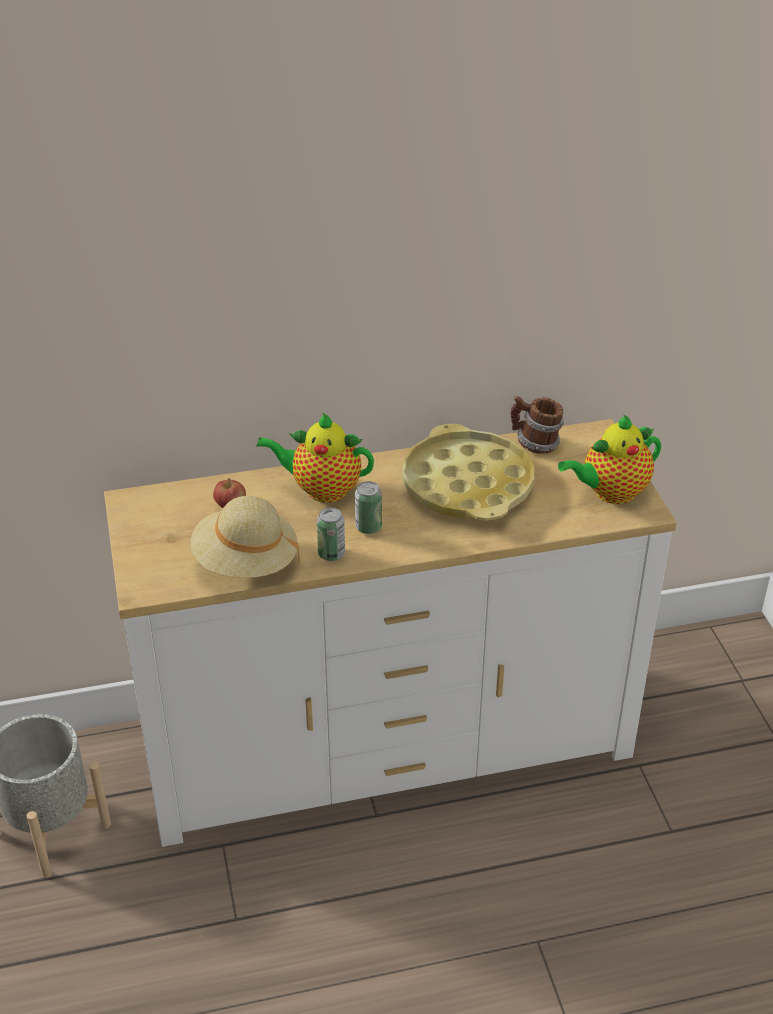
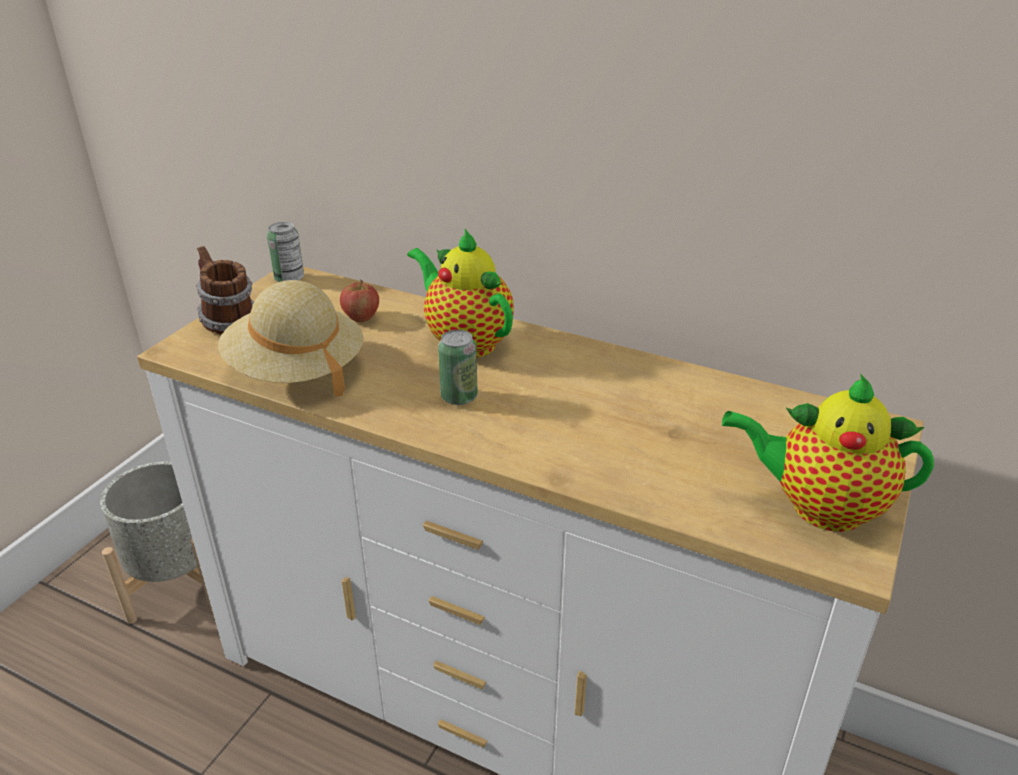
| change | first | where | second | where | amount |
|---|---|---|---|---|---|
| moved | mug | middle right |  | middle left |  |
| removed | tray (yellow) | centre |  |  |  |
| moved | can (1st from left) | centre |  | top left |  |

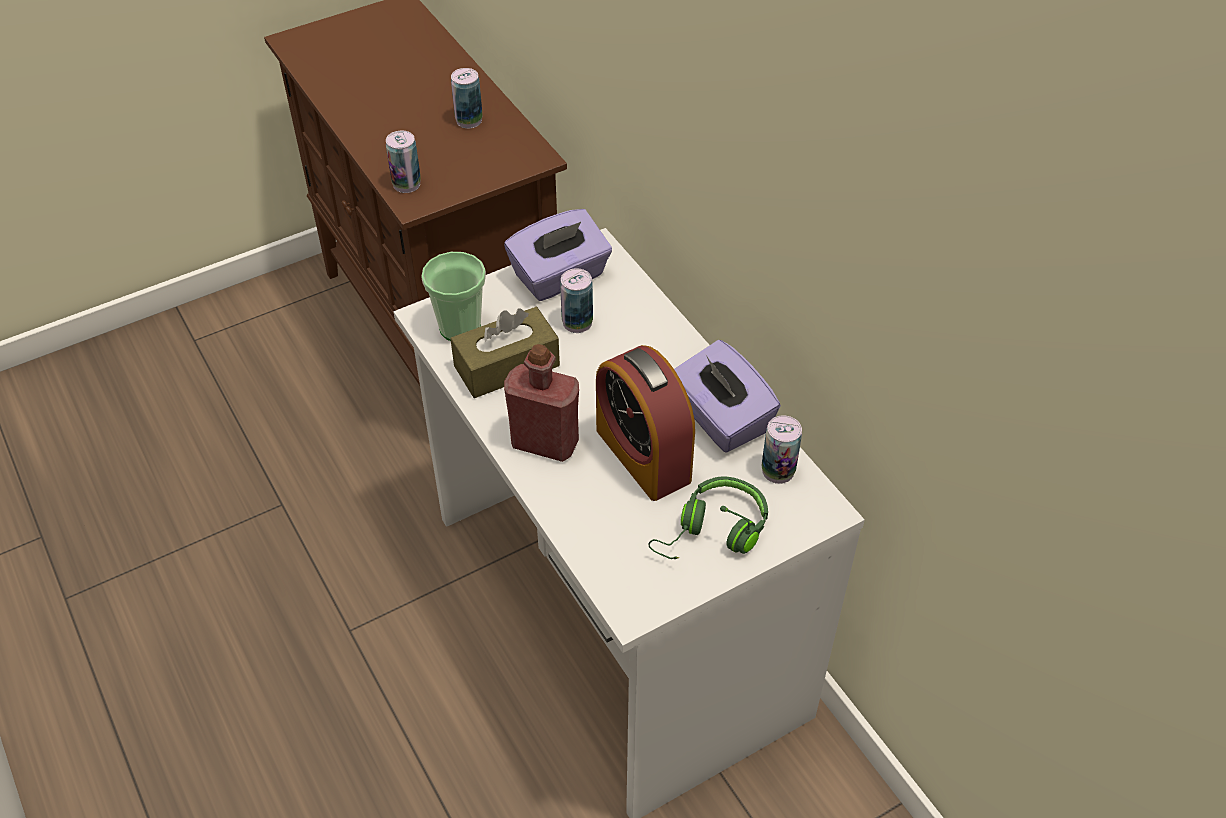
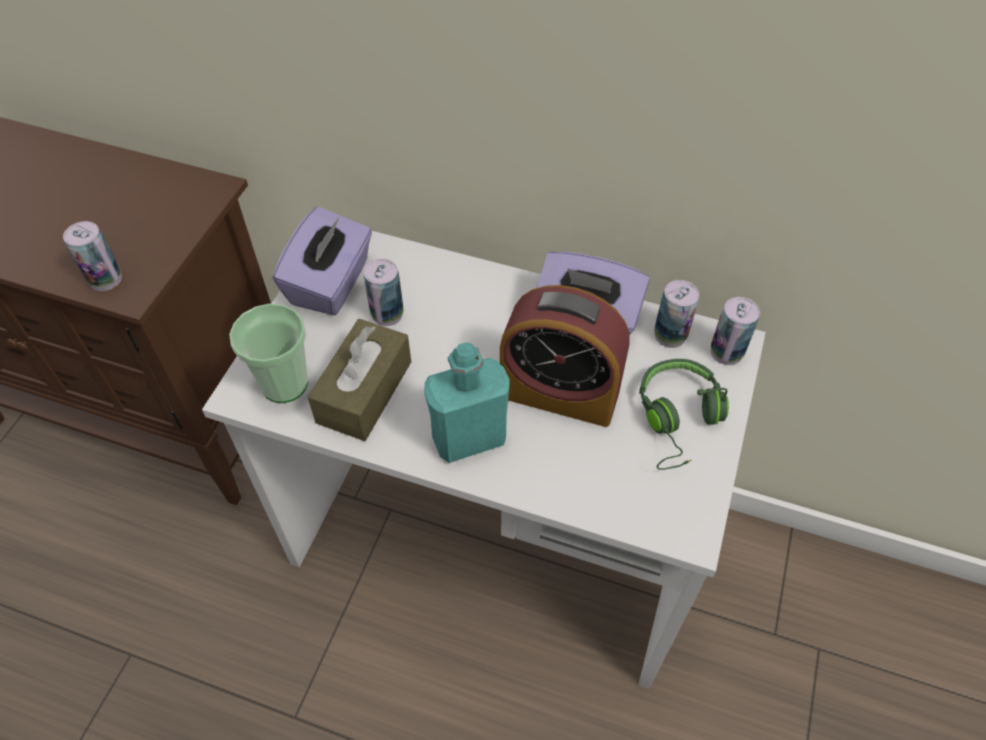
| change | first | where | second | where | amount |
|---|---|---|---|---|---|
| moved | can (2nd from left in the first image) | top centre | can (4th from left) | middle right |  |
| recoloured | bottle (red) | centre | bottle (turquoise) | centre |  |

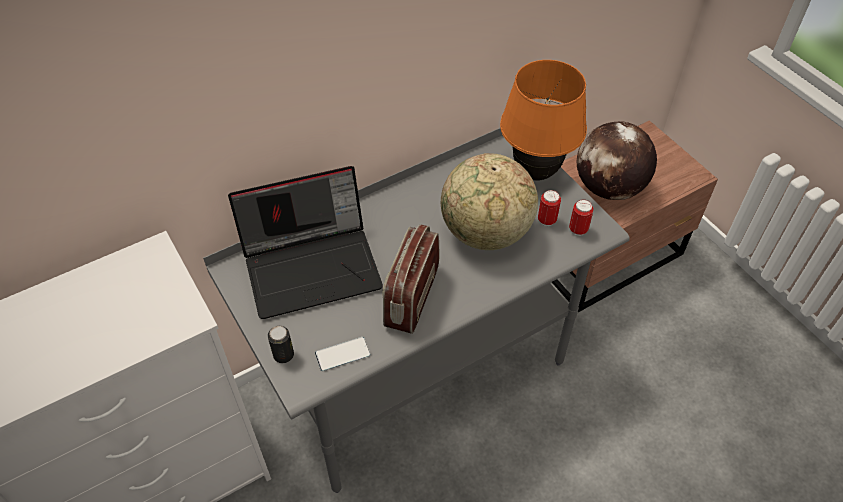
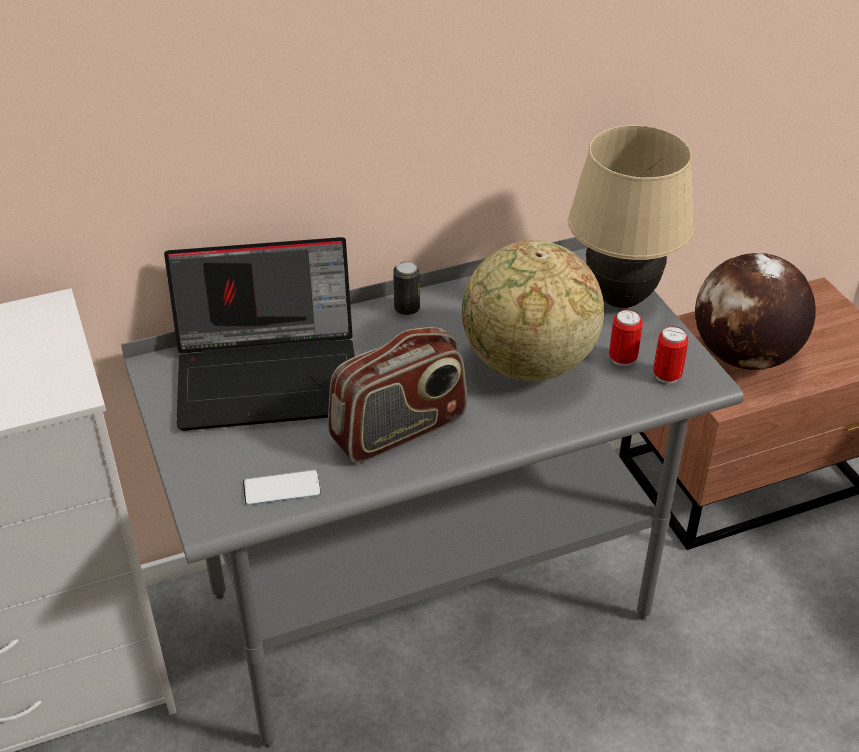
| change | first | where | second | where | amount |
|---|---|---|---|---|---|
| recoloured | table lamp (orange) | top centre | table lamp (beige) | top right |  |
| turned | radio | centre |  | centre | 150 degrees counterclockwise |
| moved | can (1st from left) | bottom centre |  | centre |  |

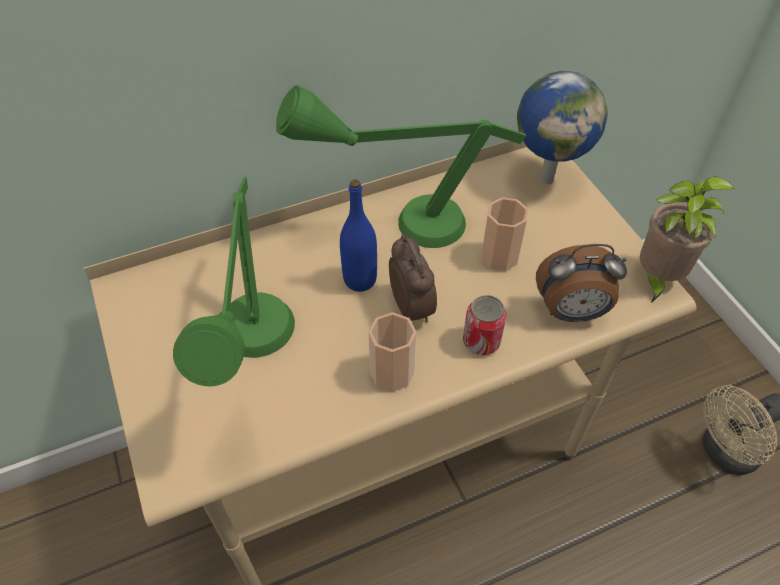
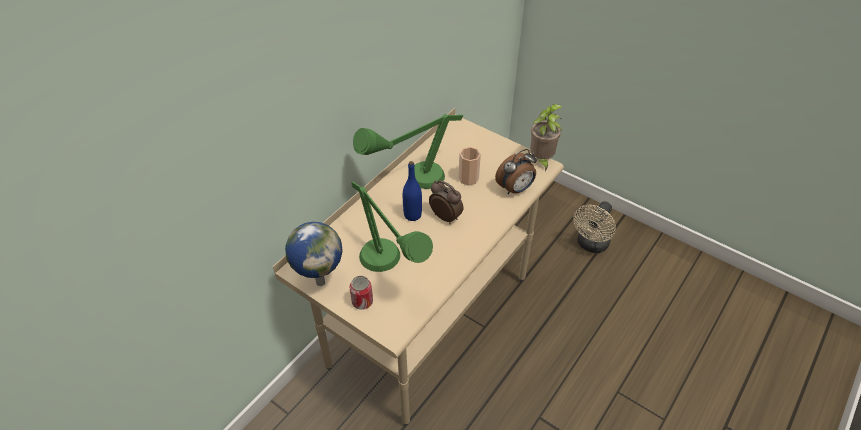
| change | first | where | second | where | amount |
|---|---|---|---|---|---|
| moved | globe | top right |  | centre |  |
| moved | can | centre |  | bottom centre |  |
| removed | cup (1st from left) | centre |  |  |  |

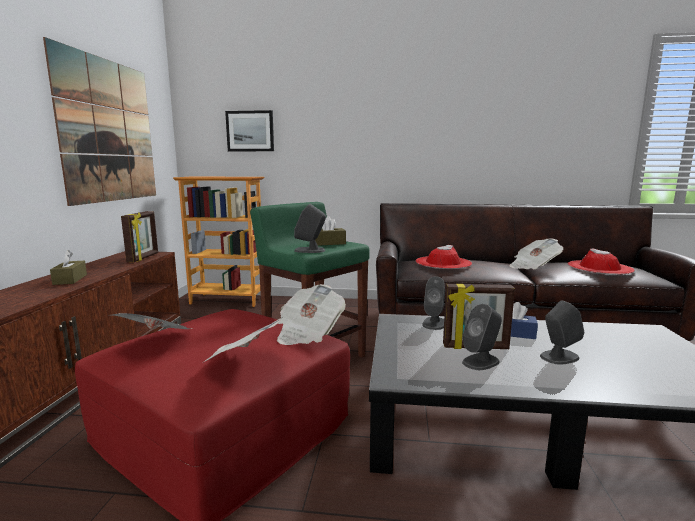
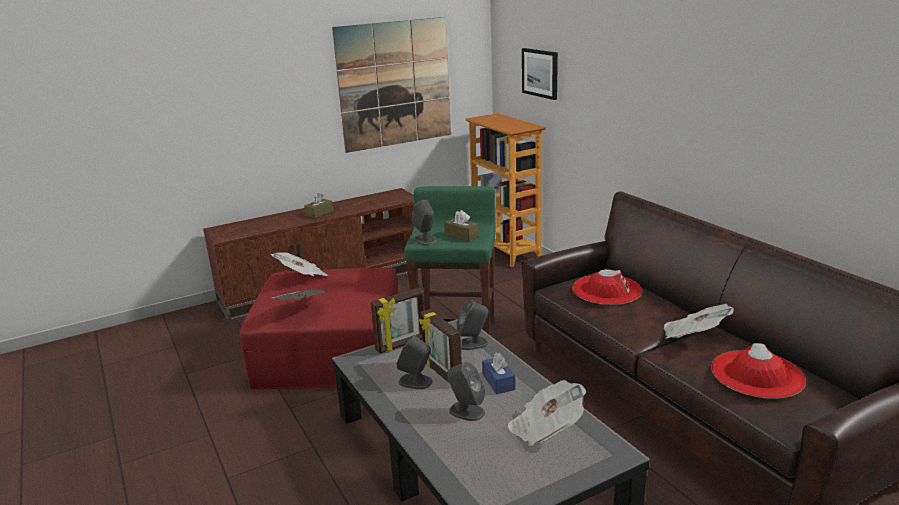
| change | first | where | second | where | amount |
|---|---|---|---|---|---|
| moved | picture frame (1st from left) | middle left |  | centre |  |
| moved | newspaper (3rd from left) | centre |  | bottom centre |  |

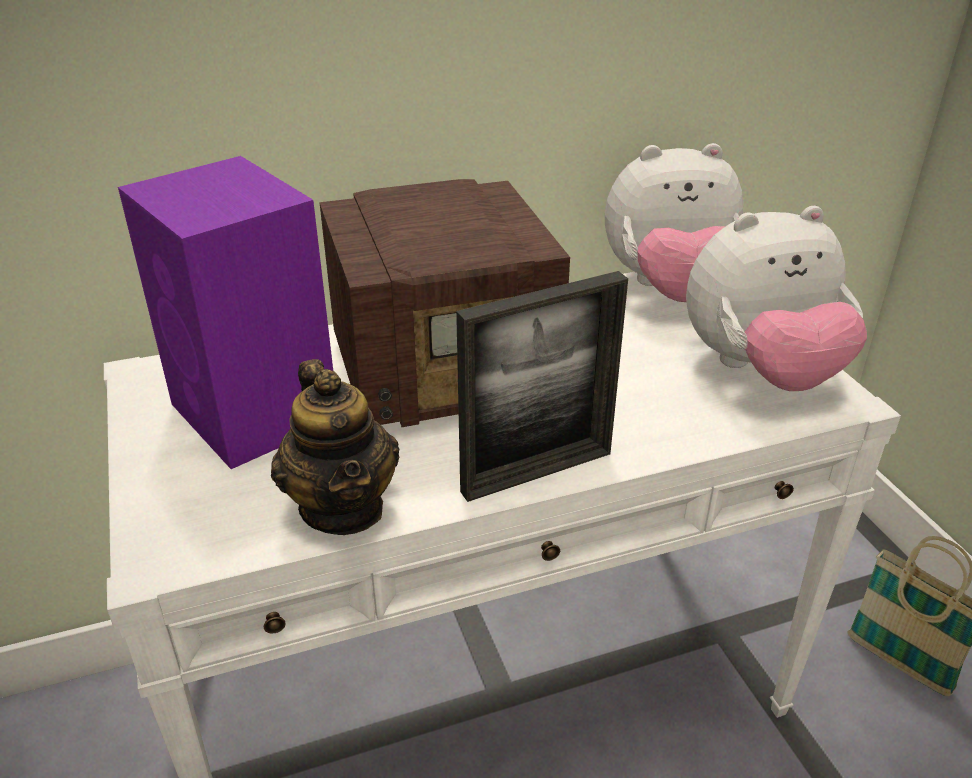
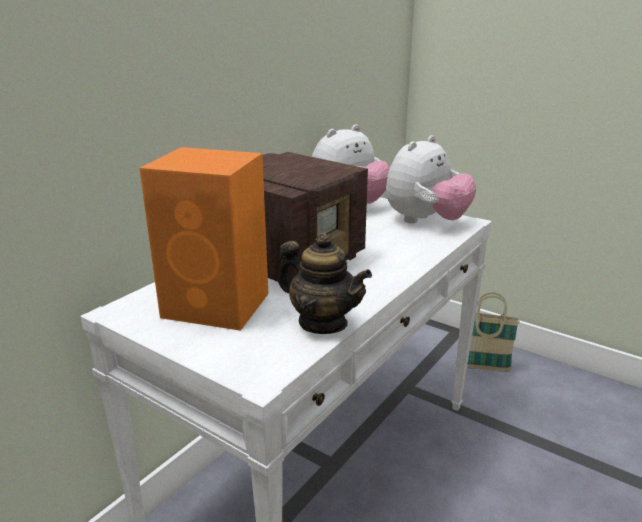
| change | first | where | second | where | amount |
|---|---|---|---|---|---|
| recoloured | speaker (purple) | middle left | speaker (orange) | middle left |  |
| removed | picture frame | centre |  |  |  |

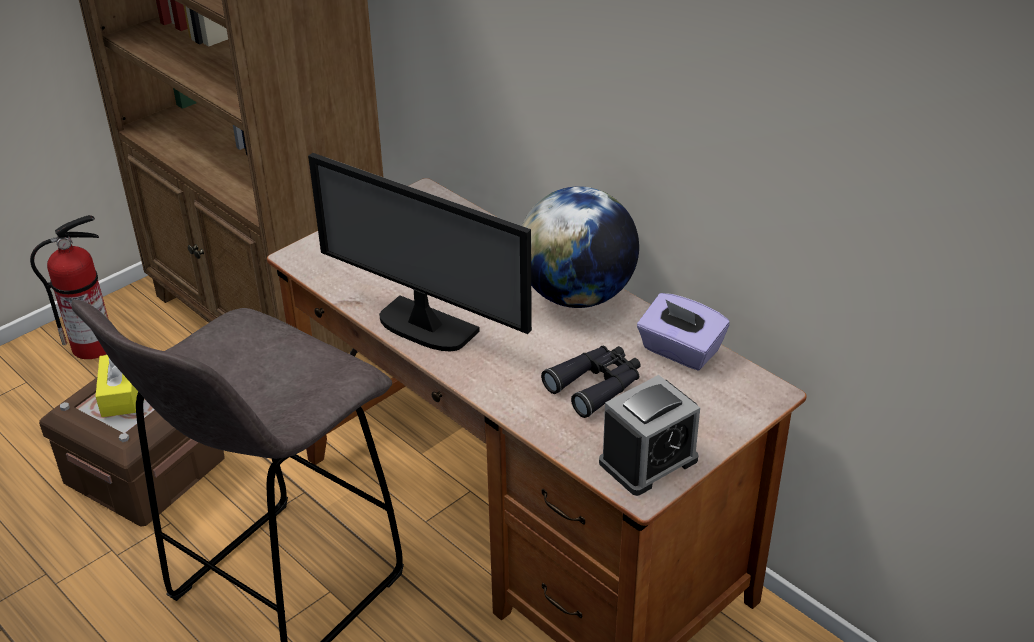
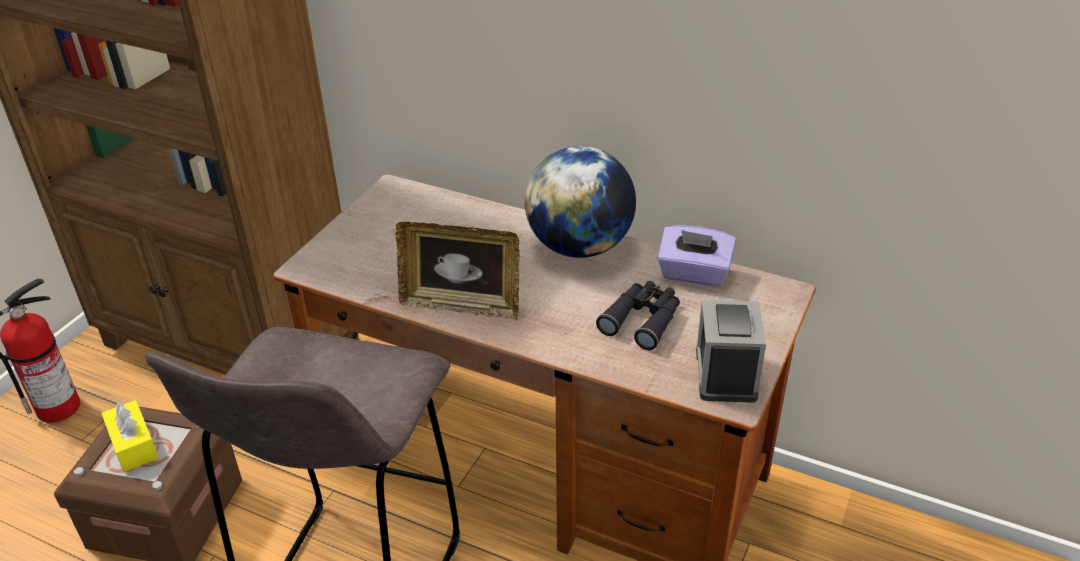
| change | first | where | second | where | amount |
|---|---|---|---|---|---|
| replaced | monitor | centre | picture frame | centre |  |
| turned | alarm clock | bottom centre |  | middle right | 150 degrees clockwise |

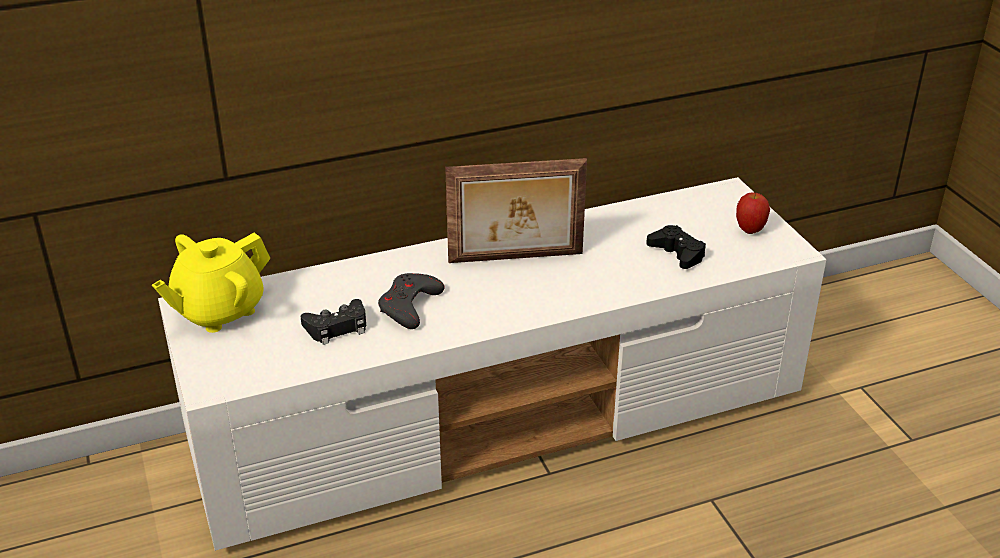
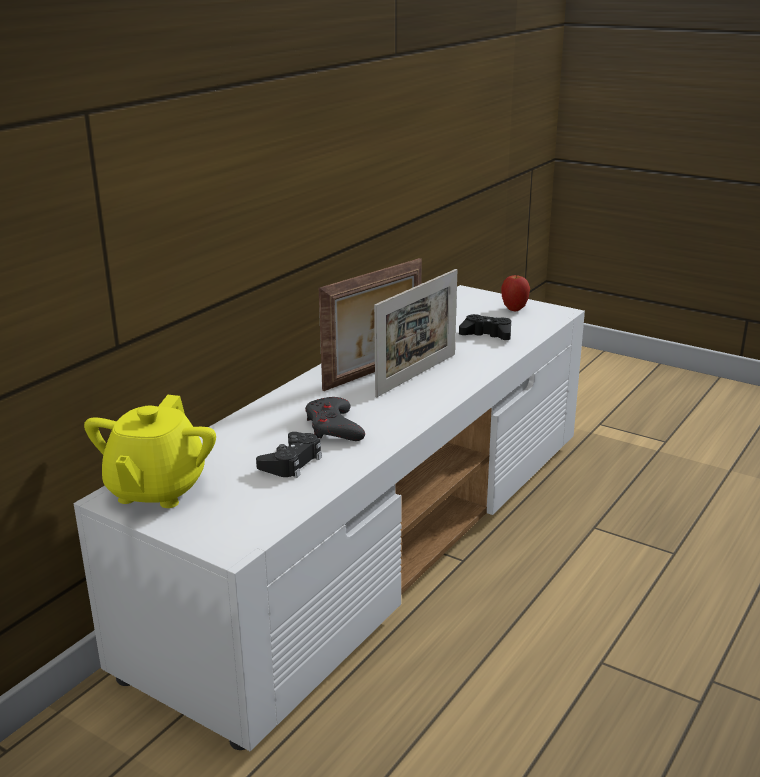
| change | first | where | second | where | amount |
|---|---|---|---|---|---|
| added |  |  | picture frame (2nd from left) | centre |  |

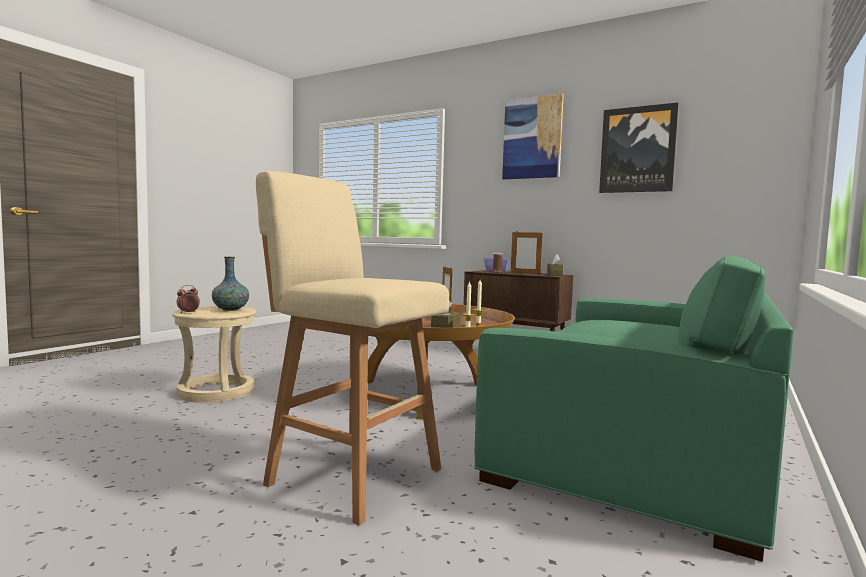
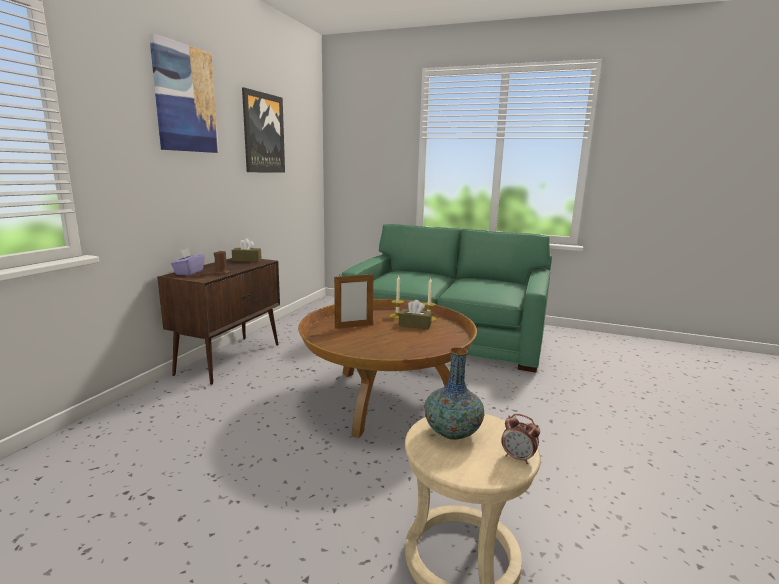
| change | first | where | second | where | amount |
|---|---|---|---|---|---|
| removed | stool (beige) (2nd from left) | centre |  |  |  |
| removed | picture frame (2nd from left) | centre |  |  |  |

